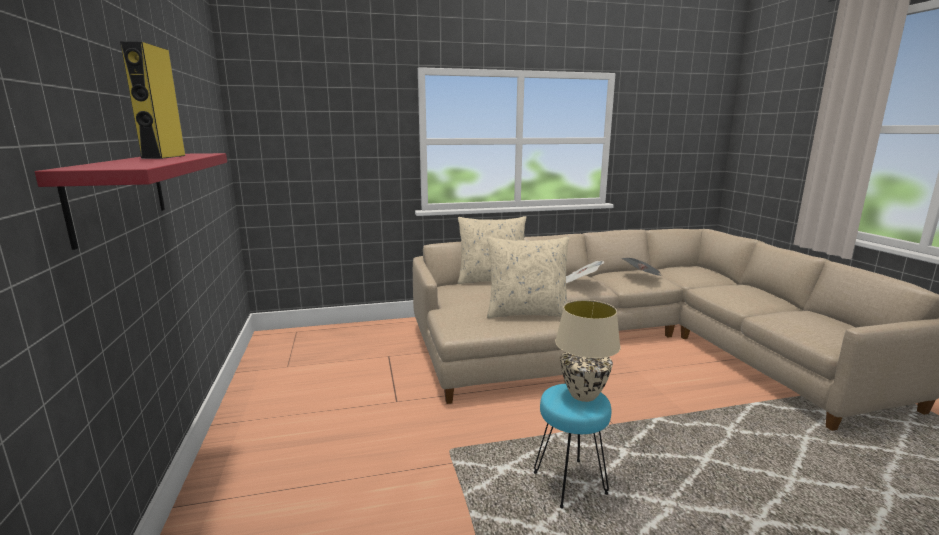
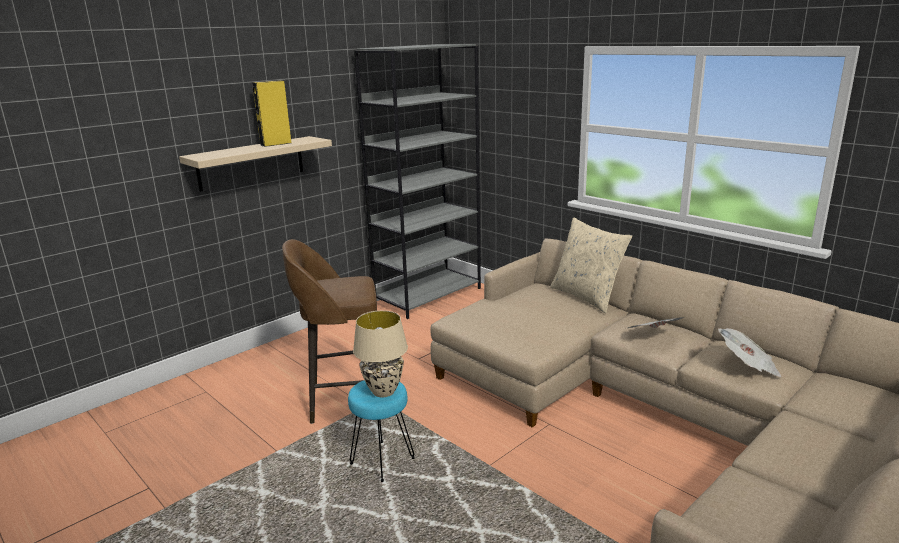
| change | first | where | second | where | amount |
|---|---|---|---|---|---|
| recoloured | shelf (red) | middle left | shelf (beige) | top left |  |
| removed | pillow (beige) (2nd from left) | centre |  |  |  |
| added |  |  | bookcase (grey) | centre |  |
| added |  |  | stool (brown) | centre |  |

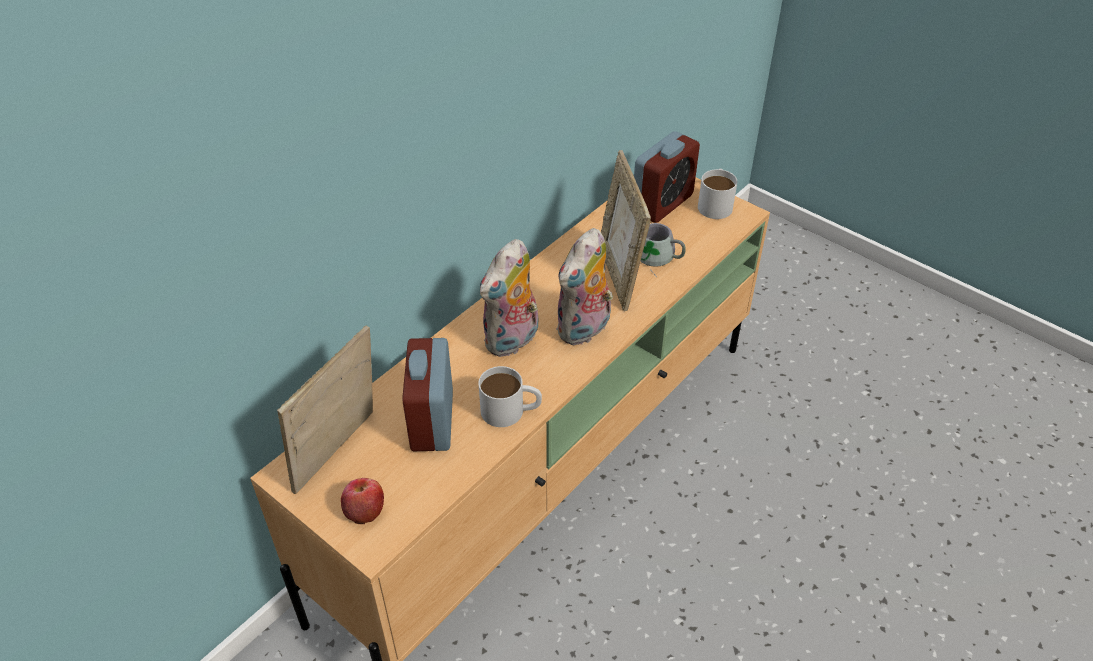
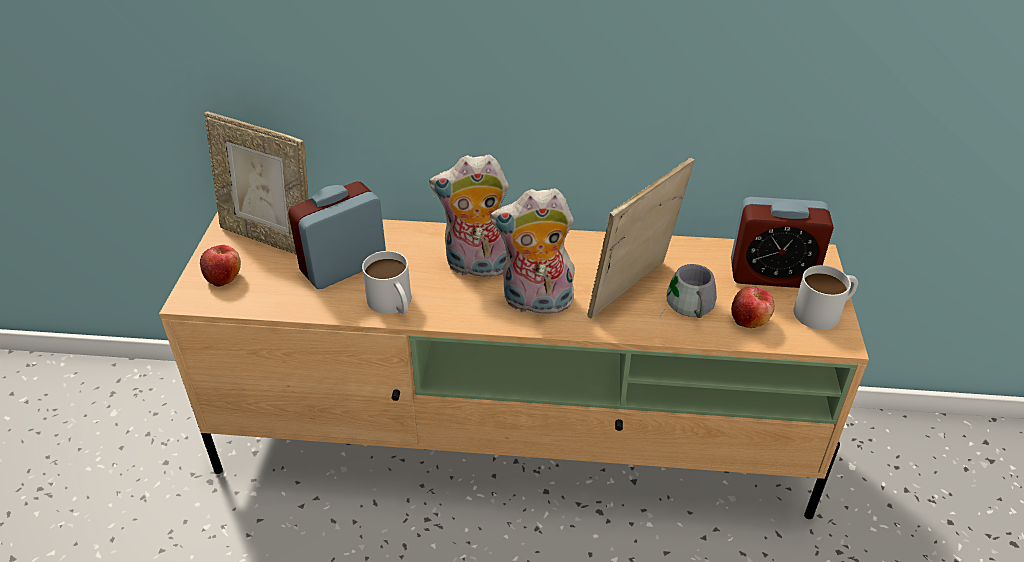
| change | first | where | second | where | amount |
|---|---|---|---|---|---|
| turned | picture frame (1st from left) | middle left |  | top left | 150 degrees counterclockwise |
| added |  |  | apple (2nd from left) | middle right |  |

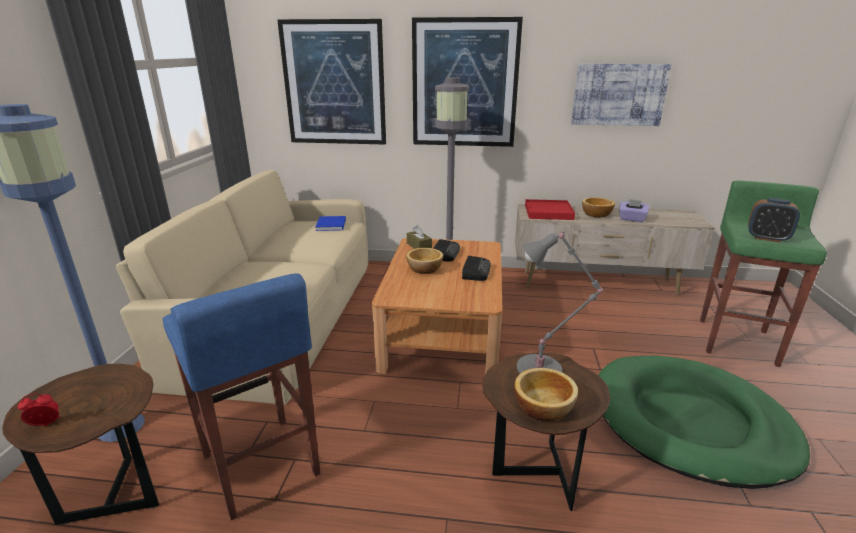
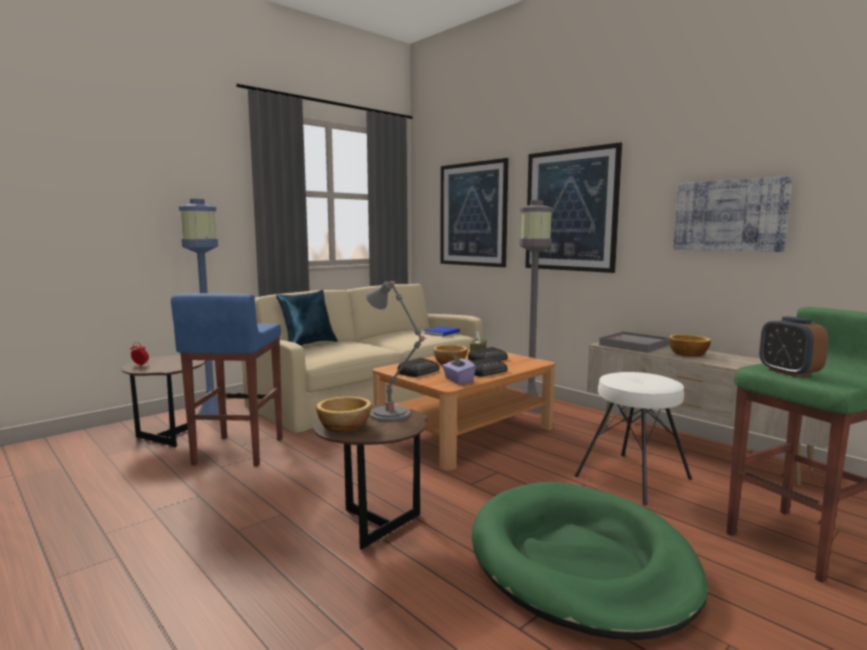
| change | first | where | second | where | amount |
|---|---|---|---|---|---|
| recoloured | tray (red) | centre | tray (grey) | middle right |  |
| moved | tissue box (purple) | middle right |  | centre |  |
| added |  |  | pillow (blue) | centre |  |
| added |  |  | radio (1st from left) | centre |  |
| added |  |  | stool (white) | bottom right |  |

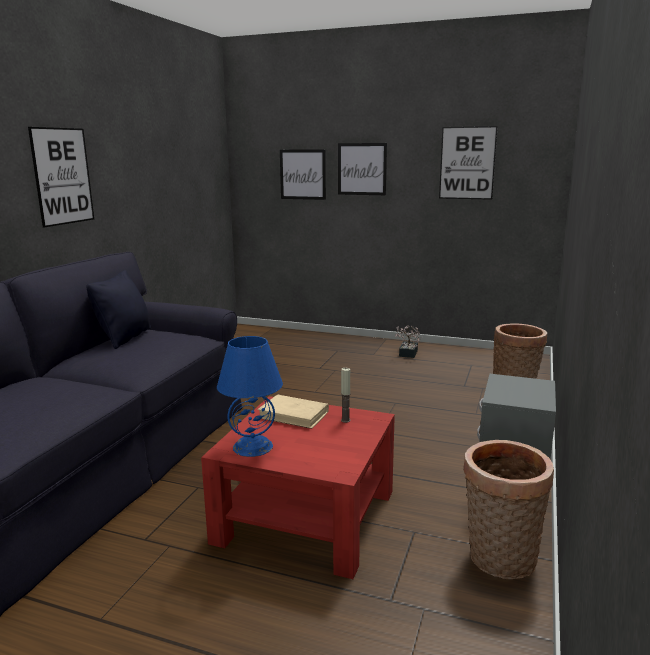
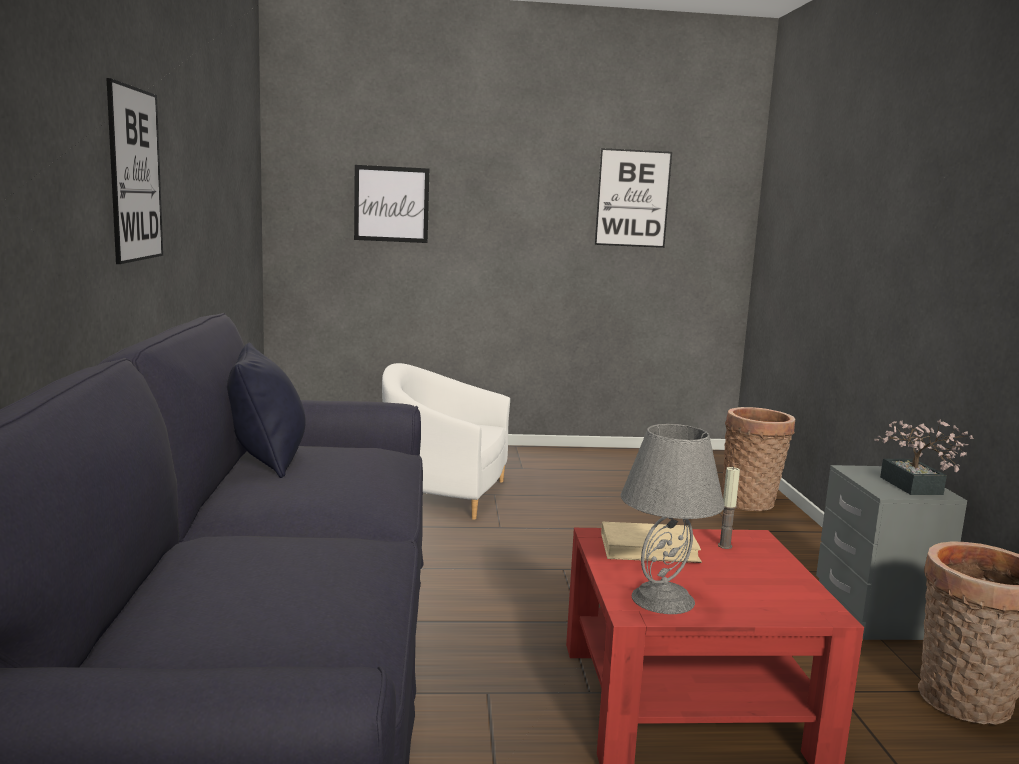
| change | first | where | second | where | amount |
|---|---|---|---|---|---|
| removed | picture (3rd from left) | top centre |  |  |  |
| moved | potted plant | centre |  | middle right |  |
| recoloured | table lamp (blue) | centre | table lamp (grey) | bottom centre |  |
| added |  |  | armchair (white) | centre |  |

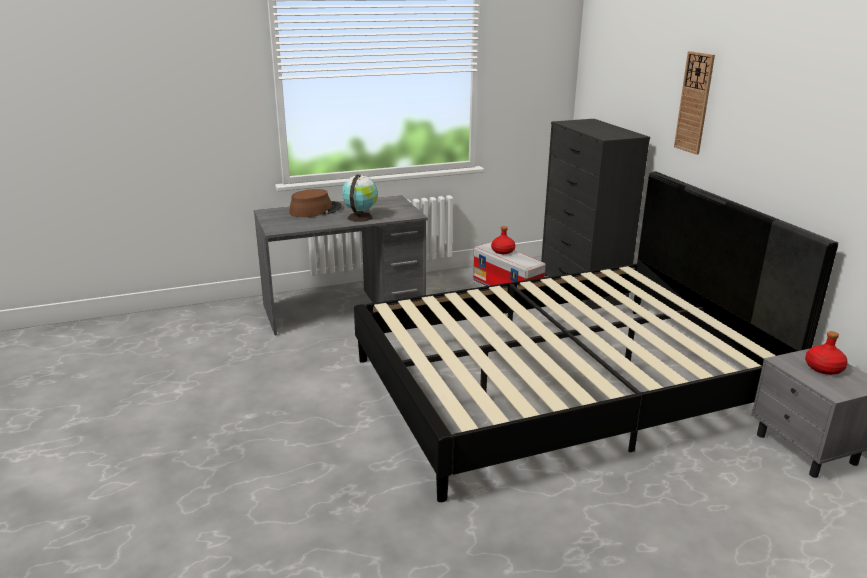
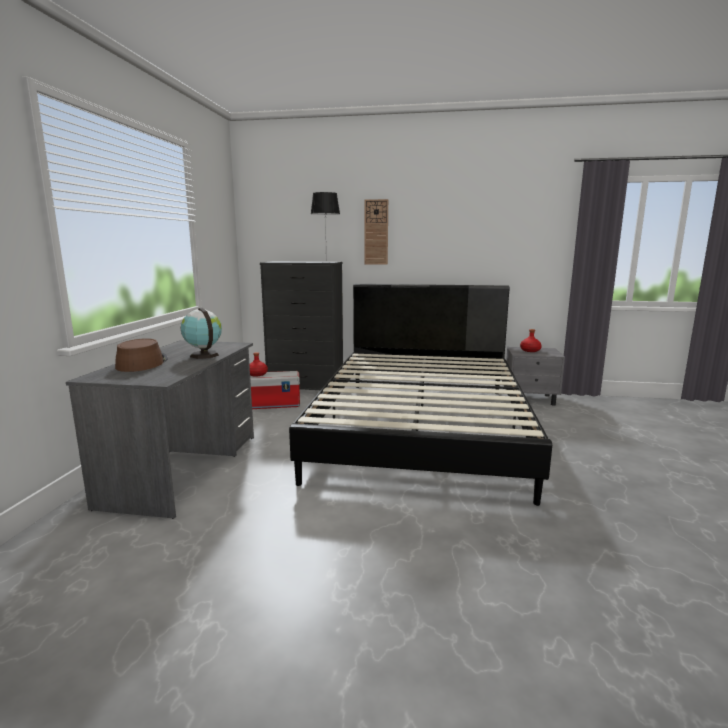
| change | first | where | second | where | amount |
|---|---|---|---|---|---|
| added |  |  | table lamp | top centre |  |

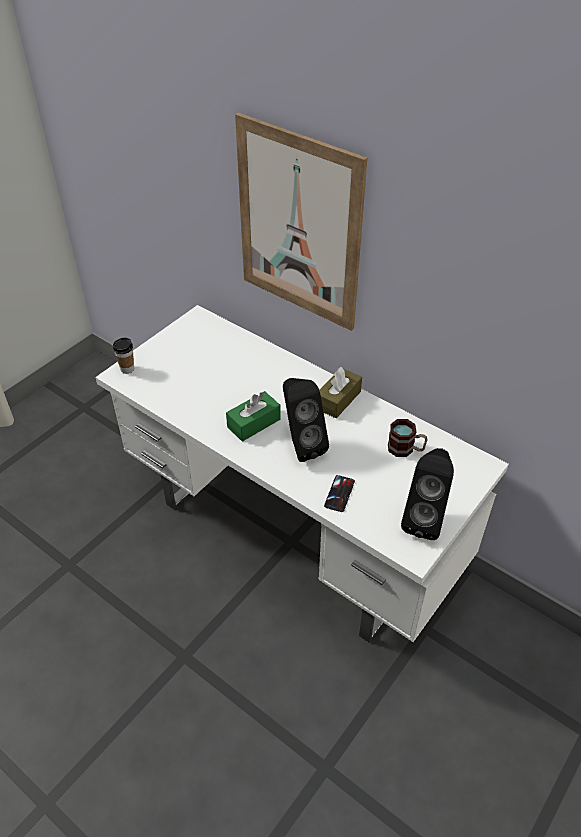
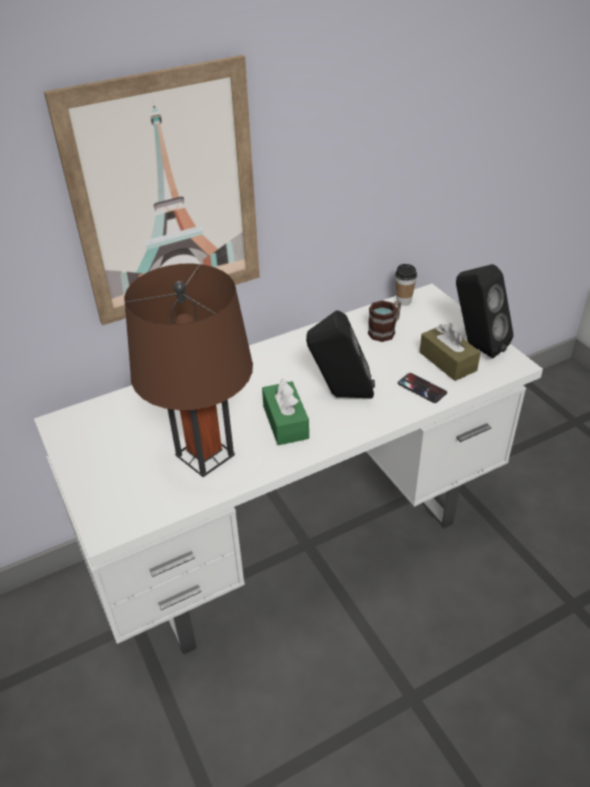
| change | first | where | second | where | amount |
|---|---|---|---|---|---|
| moved | cup | middle left |  | middle right |  |
| moved | tissue box (brown) | centre |  | middle right |  |
| added |  |  | table lamp (brown) | middle left |  |

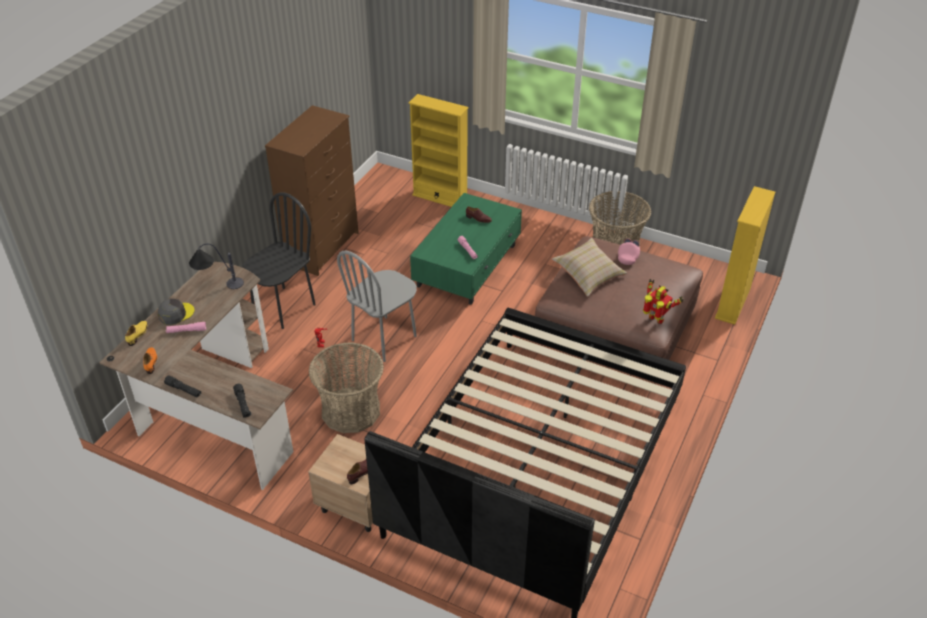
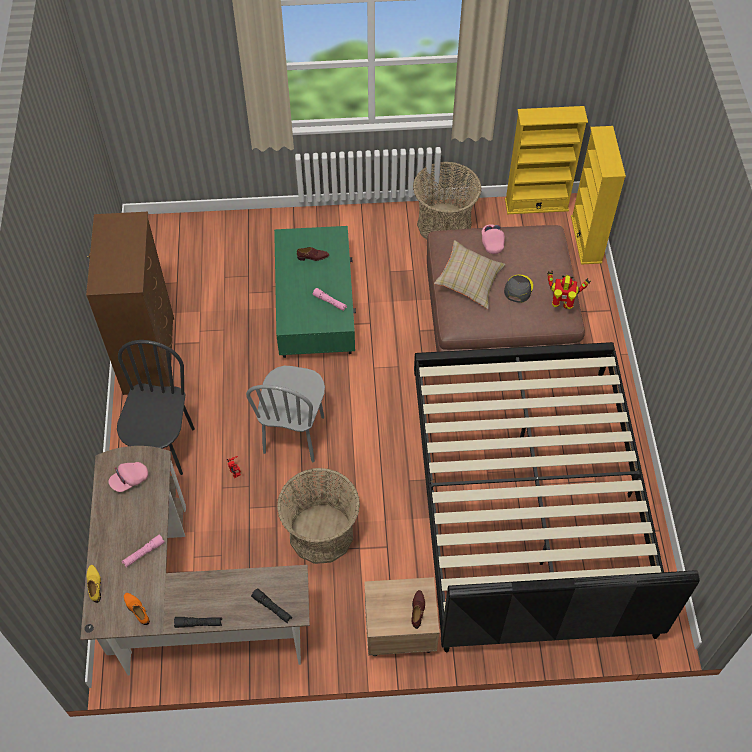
| change | first | where | second | where | amount |
|---|---|---|---|---|---|
| moved | bookcase (yellow) (1st from left) | top centre |  | top right |  |
| replaced | table lamp | middle left | cap (pink) (1st from left) | middle left |  |
| moved | cap (grey) | middle left |  | middle right |  |

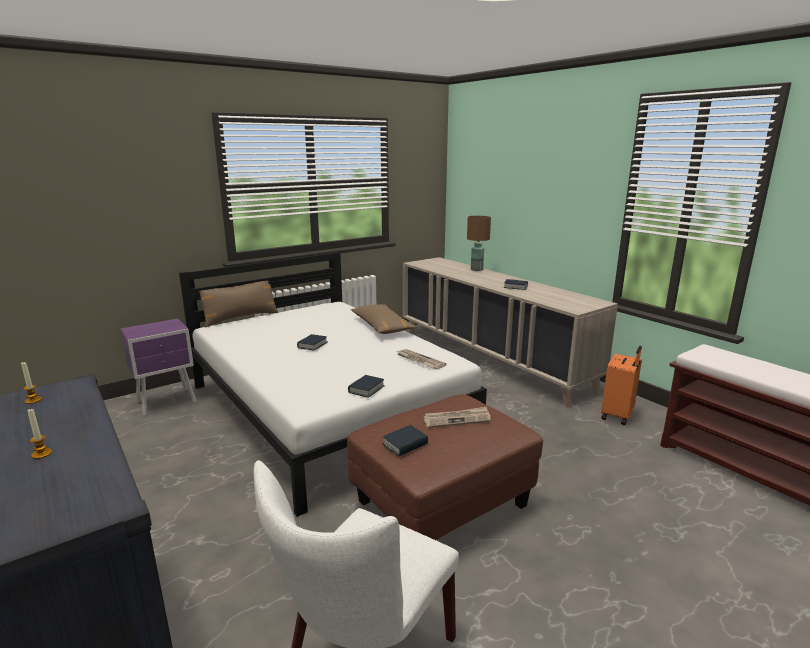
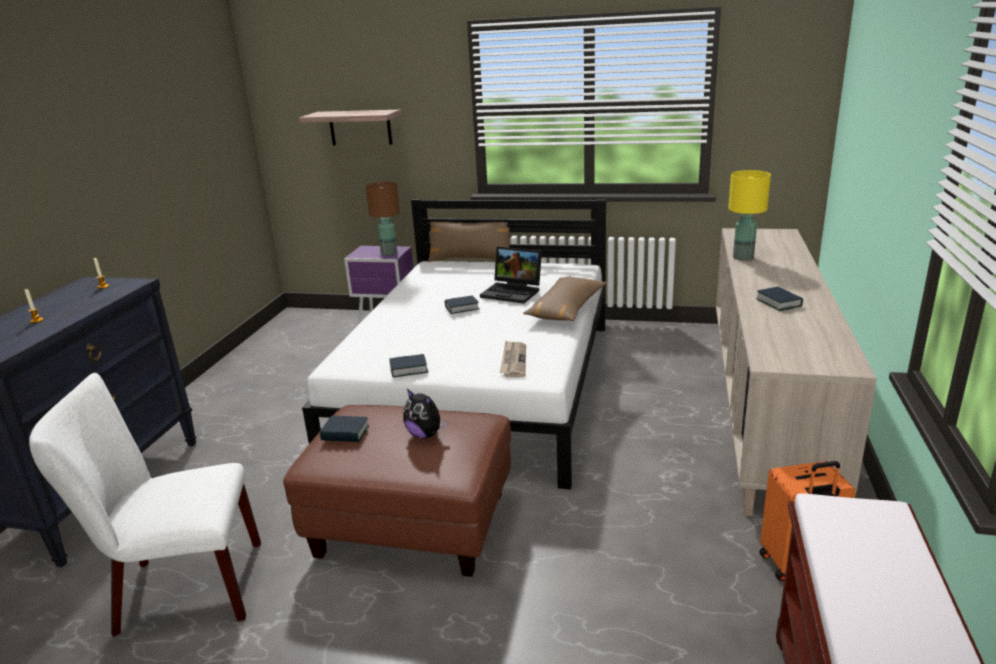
| change | first | where | second | where | amount |
|---|---|---|---|---|---|
| moved | table lamp (brown) | centre |  | top centre |  |
| replaced | newspaper (2nd from left) | centre | plush toy | centre |  |
| added |  |  | shelf | top centre |  |
| added |  |  | table lamp (yellow) | top right |  |
| added |  |  | laptop | centre |  |

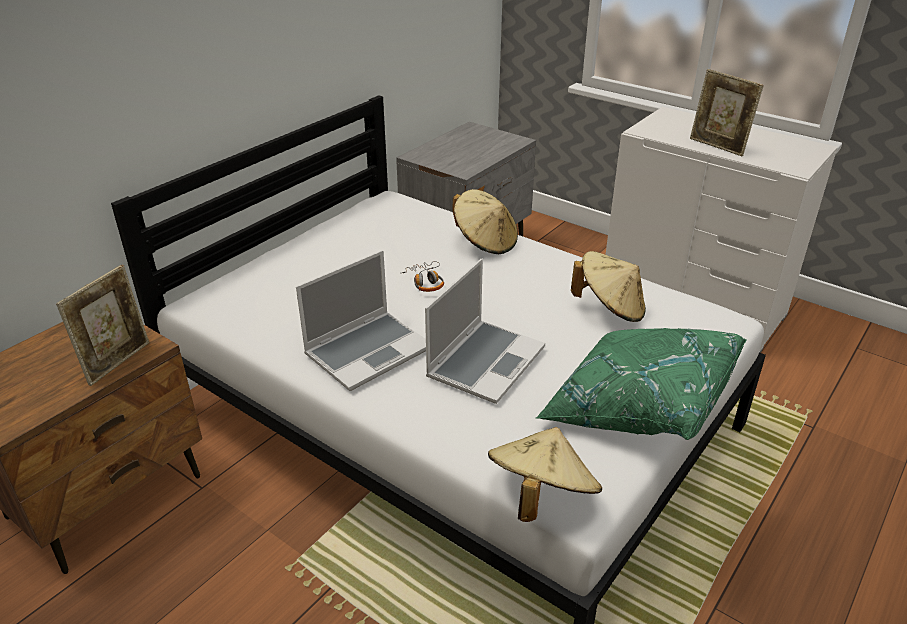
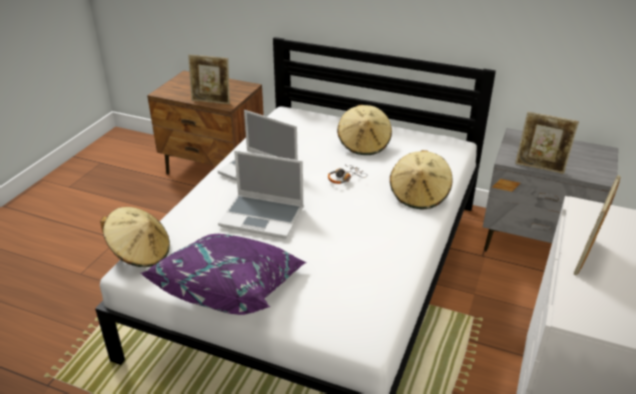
| change | first | where | second | where | amount |
|---|---|---|---|---|---|
| moved | hat (beige) (3rd from left in the first image) | middle right | hat (beige) (2nd from left) | top centre |  |
| recoloured | pillow (green) | middle right | pillow (purple) | bottom centre |  |
| added |  |  | picture frame (2nd from left) | middle right |  |

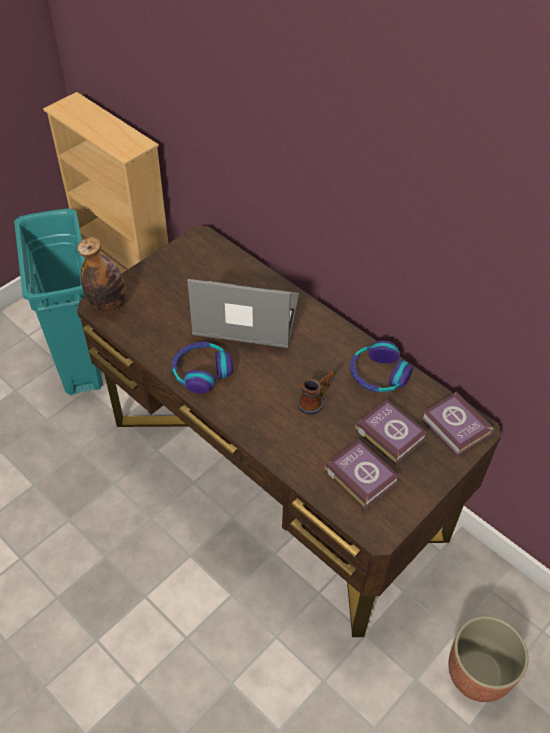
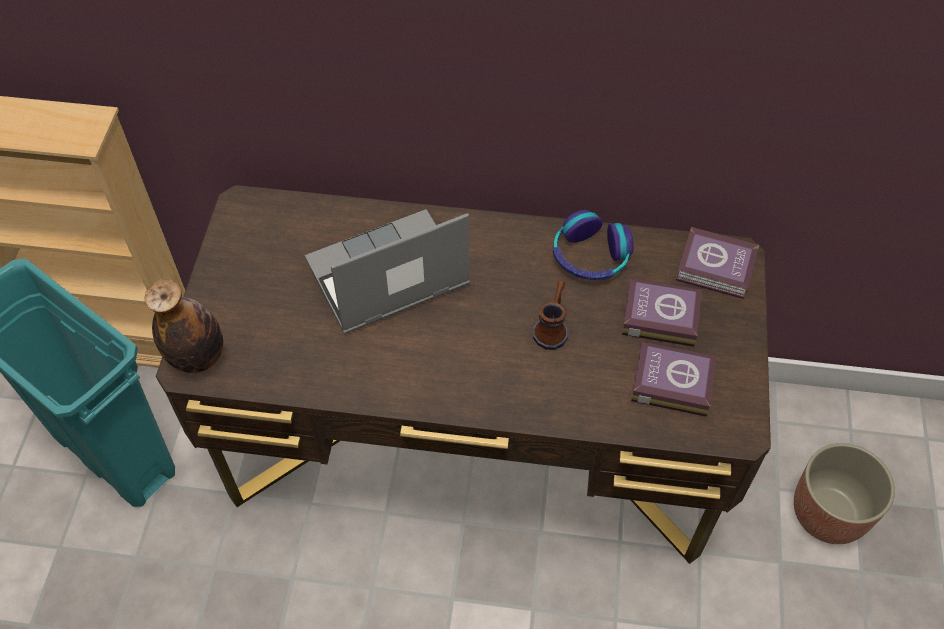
| change | first | where | second | where | amount |
|---|---|---|---|---|---|
| removed | headphones (1st from left) | centre |  |  |  |

